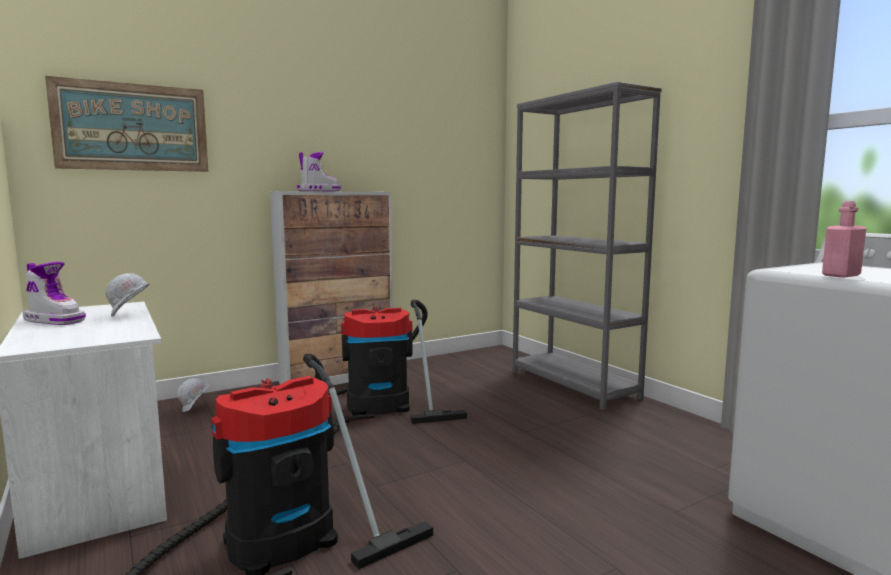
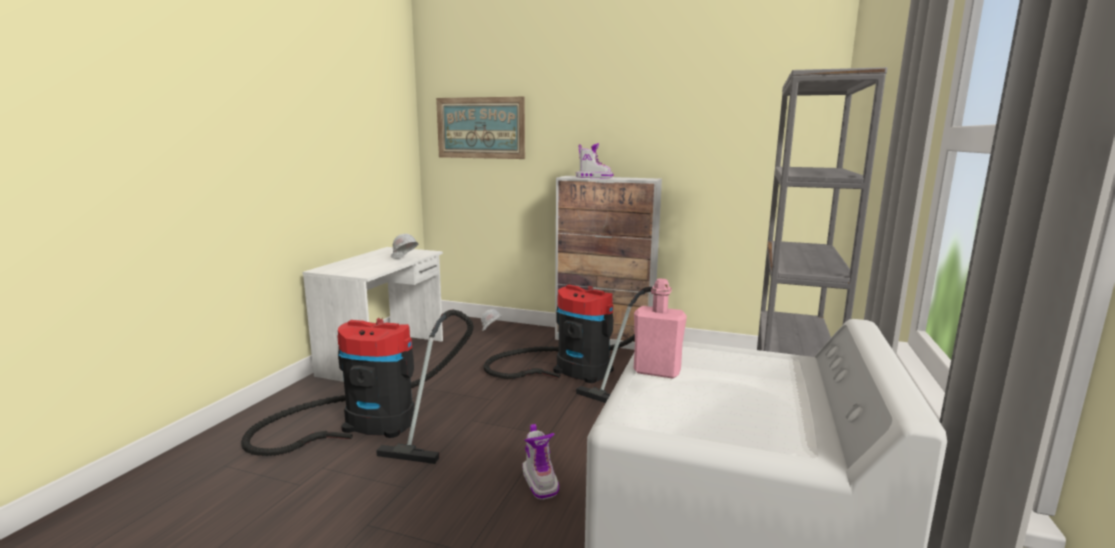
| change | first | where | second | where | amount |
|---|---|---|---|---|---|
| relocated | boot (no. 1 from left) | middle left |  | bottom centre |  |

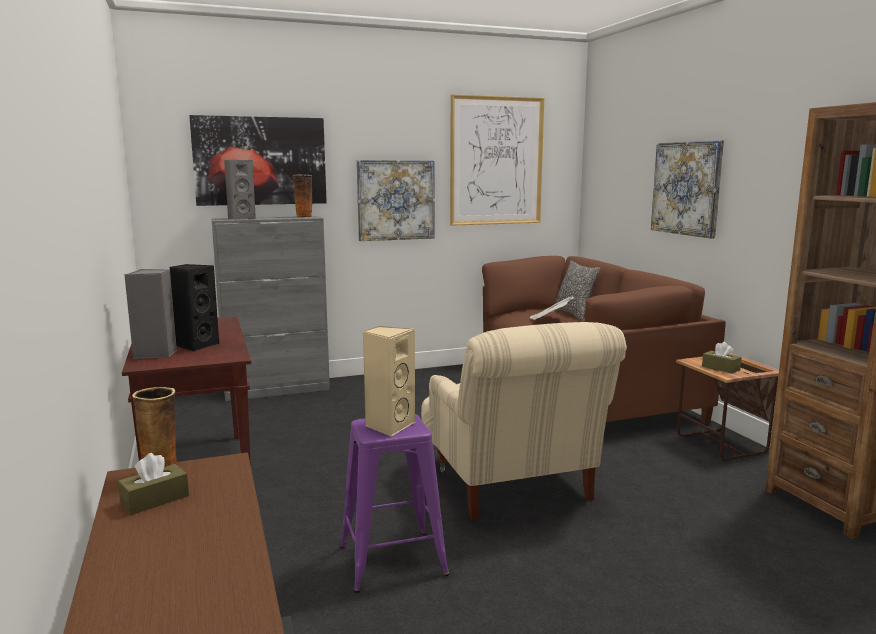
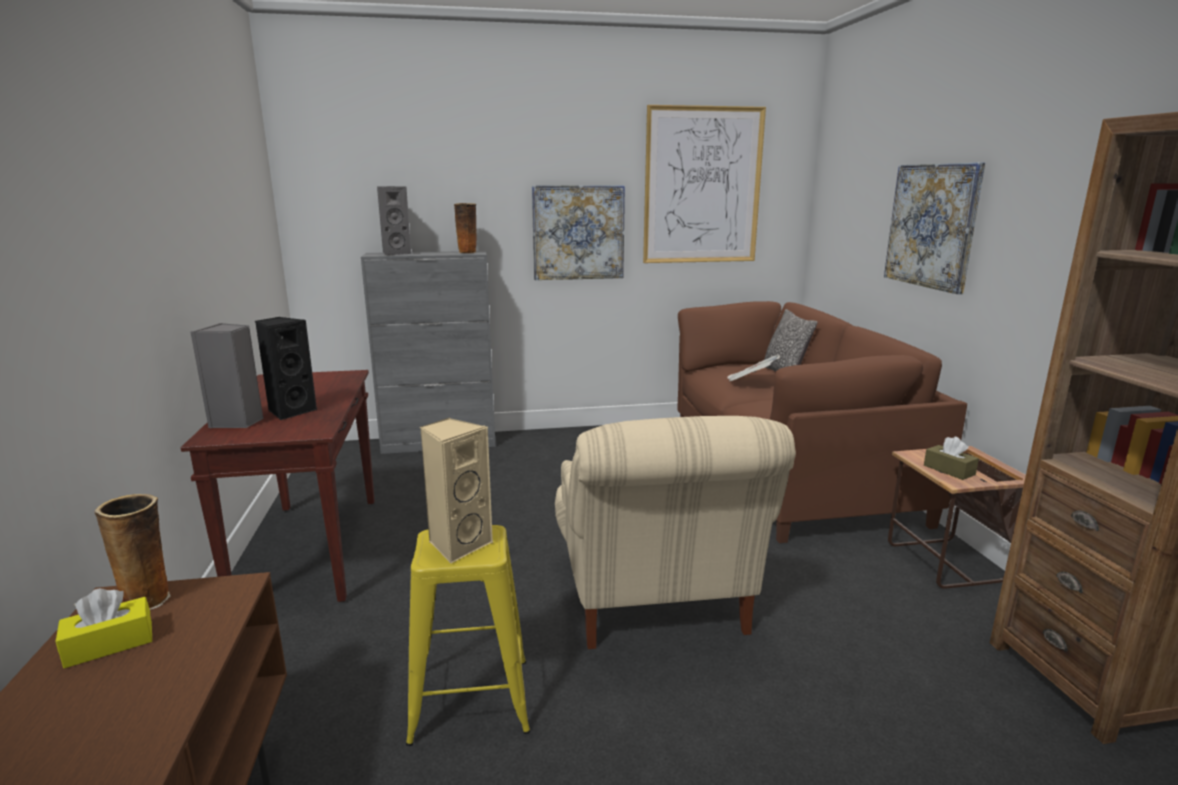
| change | first | where | second | where | amount |
|---|---|---|---|---|---|
| colour | tissue box (brown) (no. 1 from left) | bottom left | tissue box (yellow) | bottom left |  |
| missing | picture (no. 1 from left) | top left |  |  |  |
| colour | stool (purple) | bottom centre | stool (yellow) | bottom centre |  |

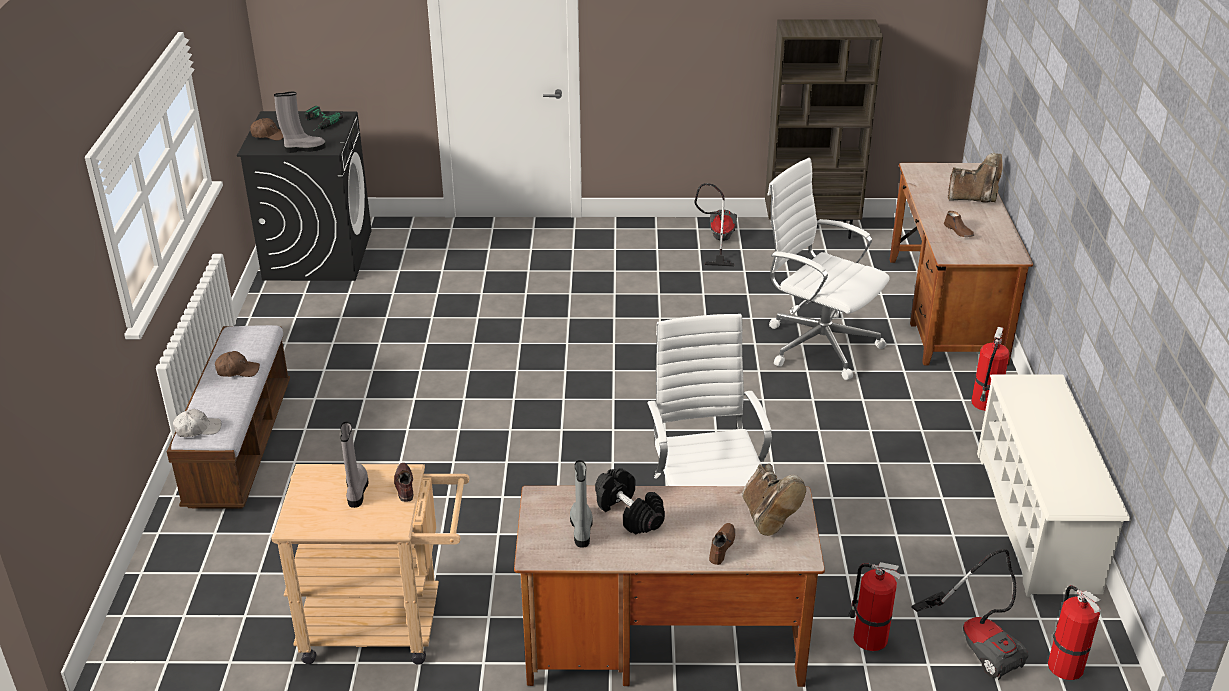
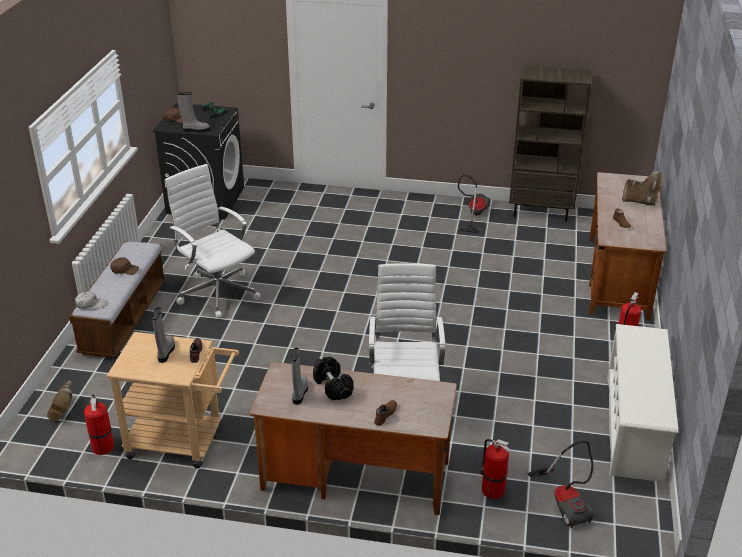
| change | first | where | second | where | amount |
|---|---|---|---|---|---|
| relocated | boot (brown) (no. 1 from left) | bottom centre |  | bottom left |  |
| relocated | office chair (white) (no. 2 from left in the first image) | middle right | office chair (white) (no. 1 from left) | middle left |  |
| relocated | fire extinguisher (no. 3 from left in the first image) | bottom right | fire extinguisher (no. 1 from left) | bottom left |  |

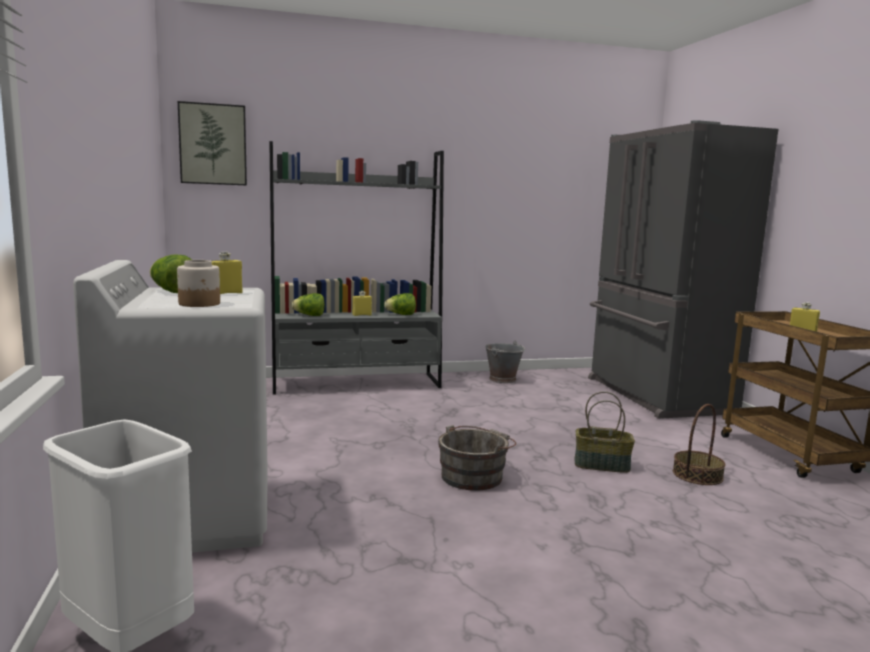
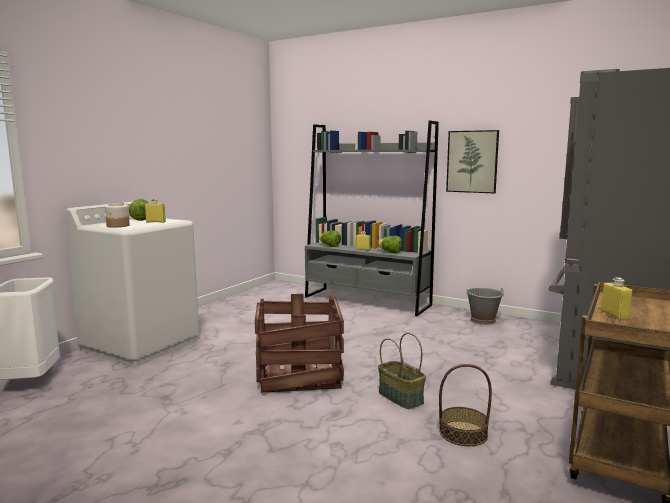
| change | first | where | second | where | amount |
|---|---|---|---|---|---|
| relocated | picture | top left |  | top right |  |
| exchanged | bucket (grey) (no. 1 from left) | bottom centre | crate | bottom centre |  |

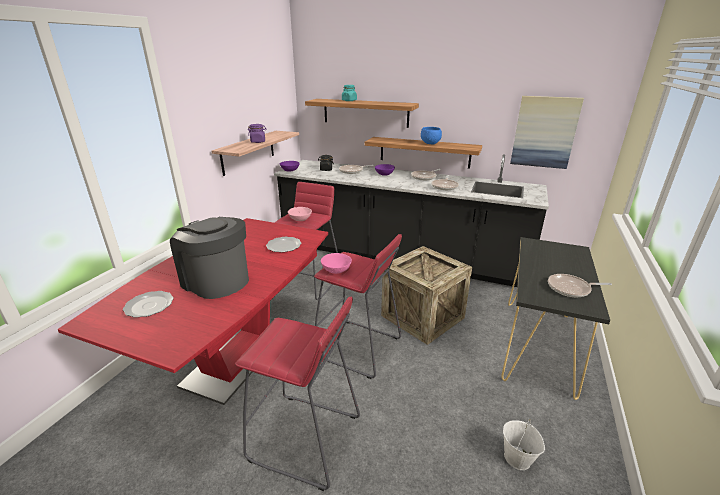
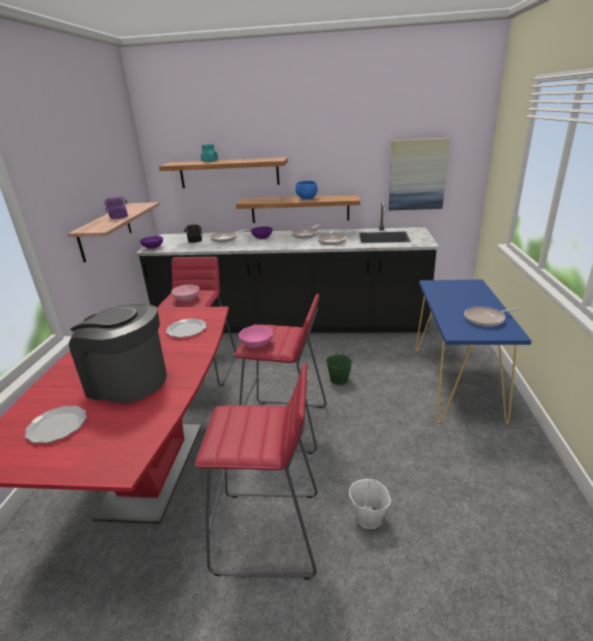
| change | first | where | second | where | amount |
|---|---|---|---|---|---|
| exchanged | crate | centre | bucket (green) | centre |  |
| colour | console table (black) | middle right | console table (blue) | middle right |  |
| relocated | bucket (white) | bottom right |  | bottom centre |  |

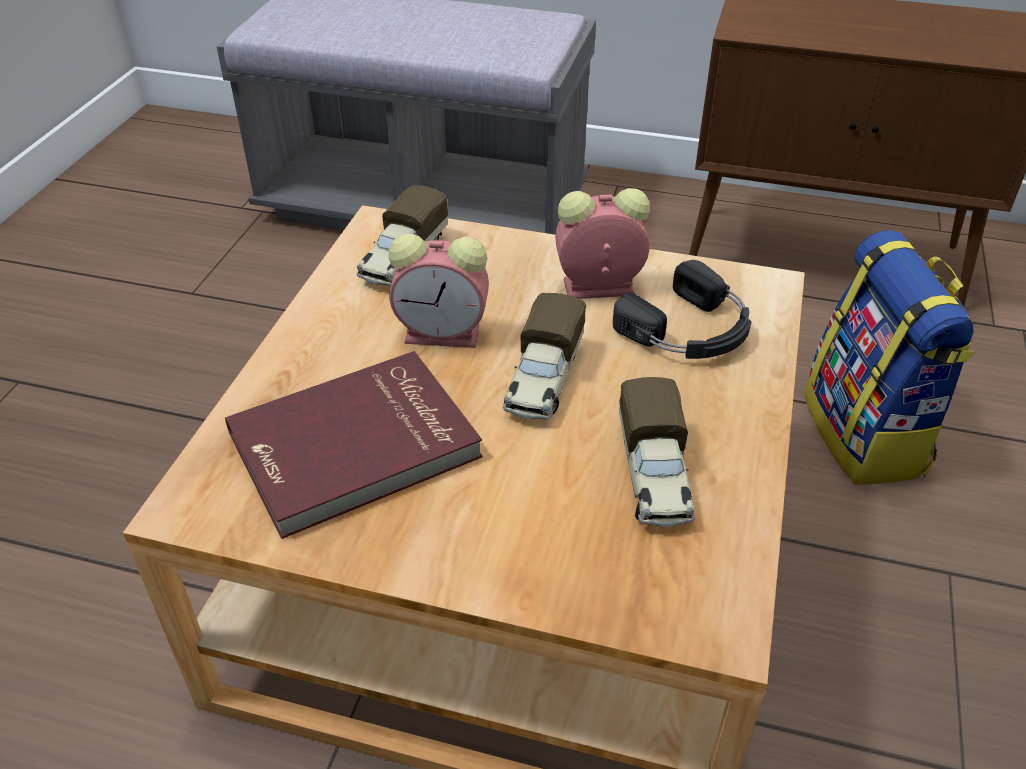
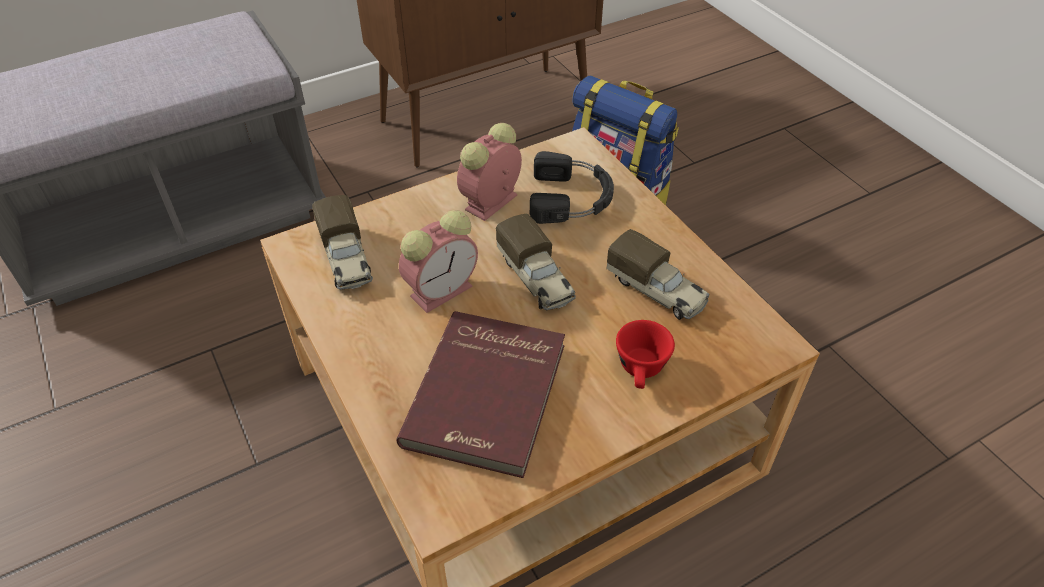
| change | first | where | second | where | amount |
|---|---|---|---|---|---|
| appeared |  |  | cup (red) | centre |  |

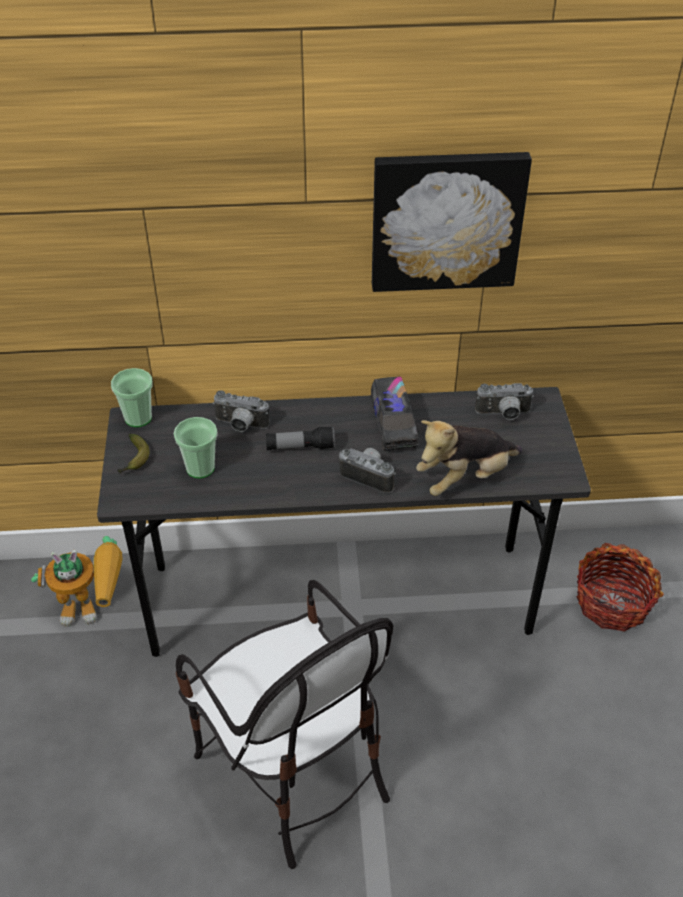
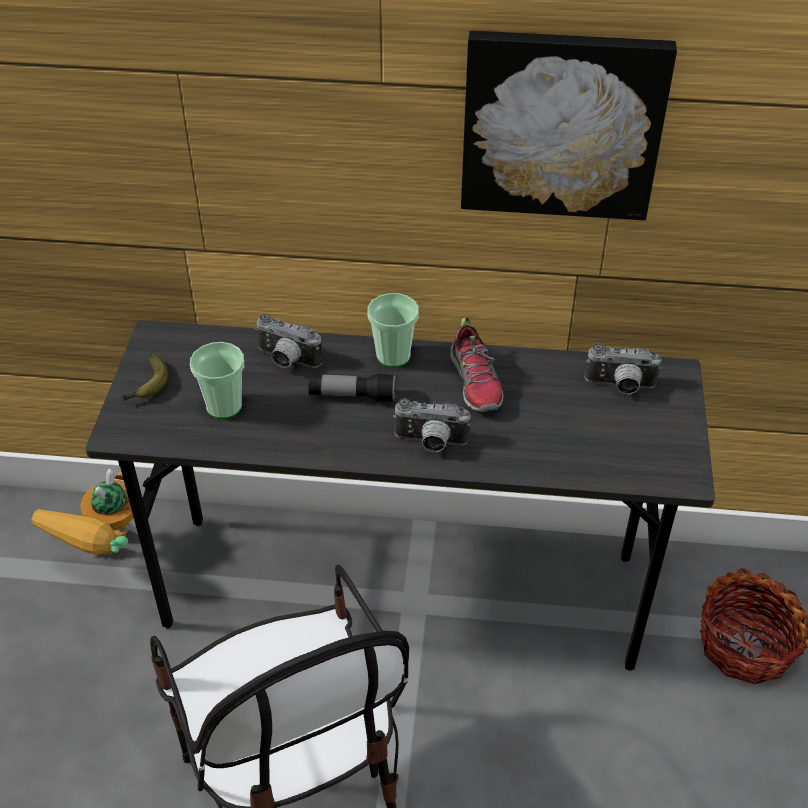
| change | first | where | second | where | amount |
|---|---|---|---|---|---|
| spun | toy robot | middle left |  | middle left | 105 degrees clockwise |
| relocated | cup (no. 1 from left in the first image) | middle left | cup (no. 2 from left) | centre |  |
| spun | photo camera (no. 2 from left) | centre |  | centre | 150 degrees clockwise |
| exchanged | toy truck | centre | shoe | centre |  |
| missing | plush toy | middle right |  |  |  |

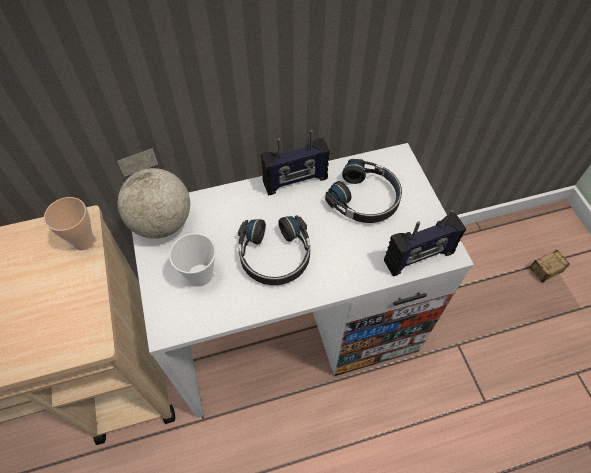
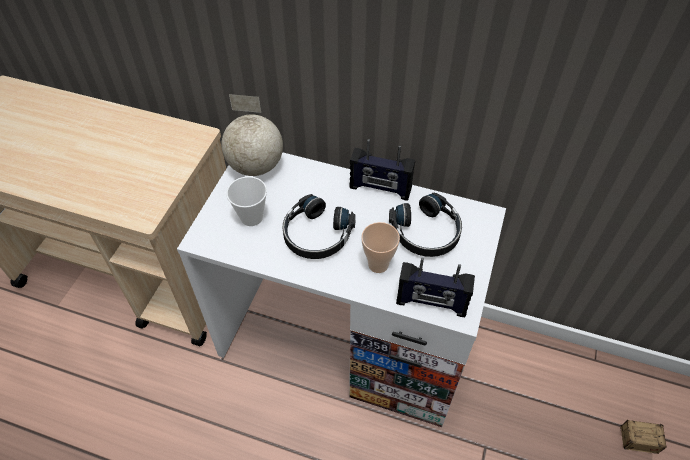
| change | first | where | second | where | amount |
|---|---|---|---|---|---|
| relocated | cup (no. 1 from left in the first image) | middle left | cup (no. 2 from left) | centre |  |

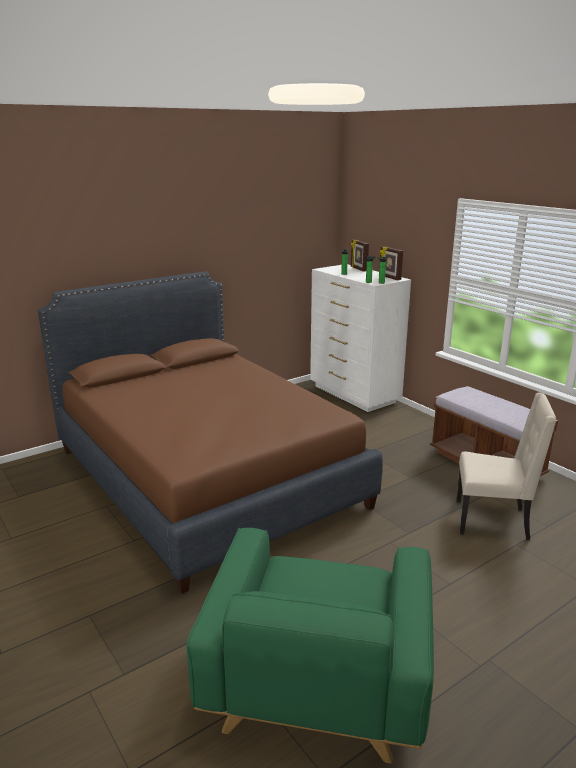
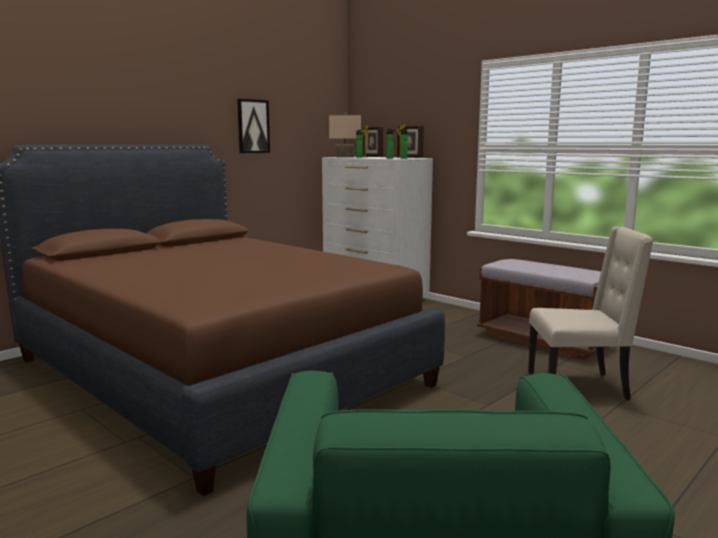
| change | first | where | second | where | amount |
|---|---|---|---|---|---|
| appeared |  |  | picture | top centre |  |
| appeared |  |  | table lamp (beige) | top centre |  |

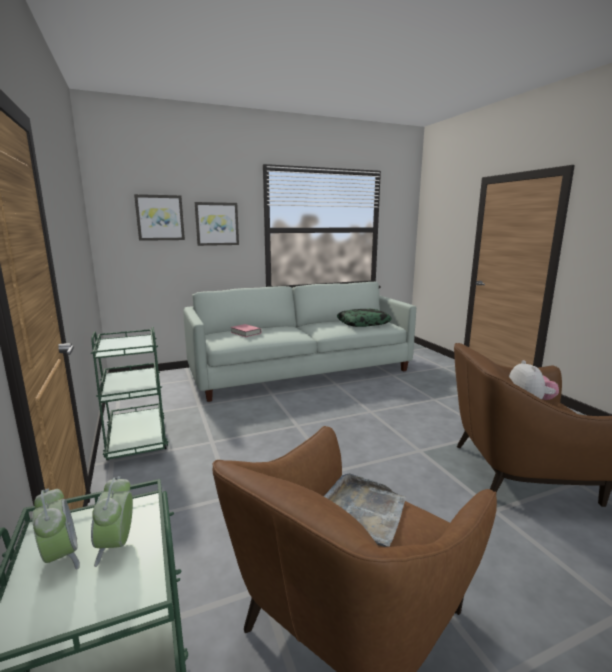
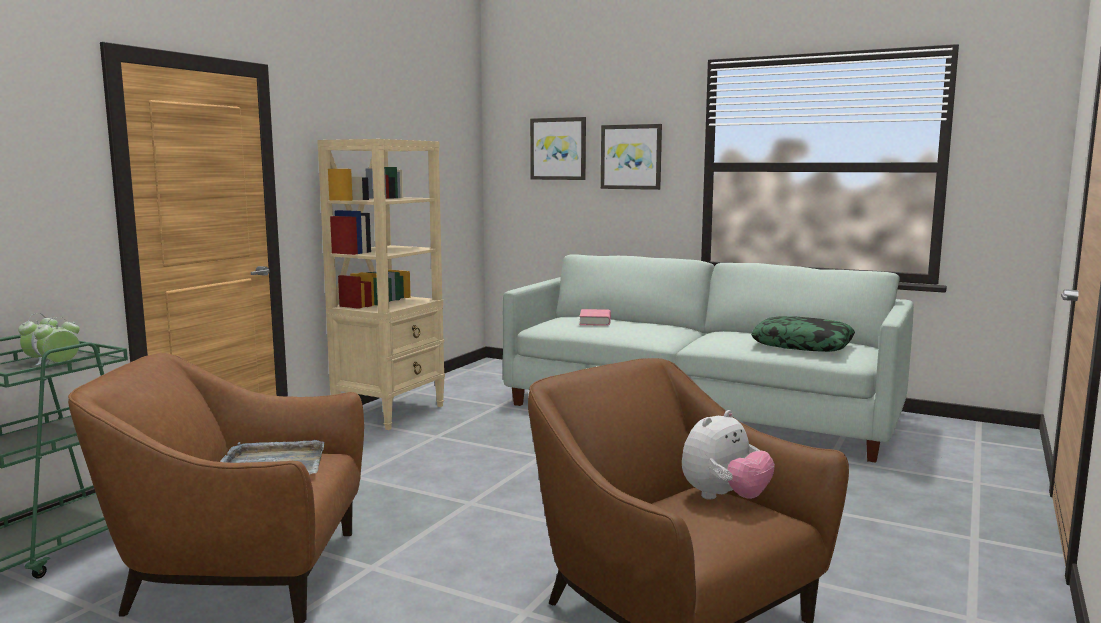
| change | first | where | second | where | amount |
|---|---|---|---|---|---|
| exchanged | cart (green) (no. 2 from left) | middle left | bookcase (beige) | centre |  |

